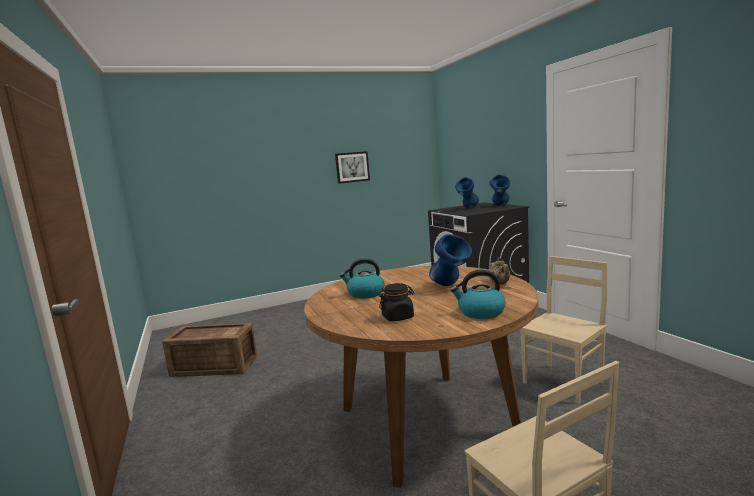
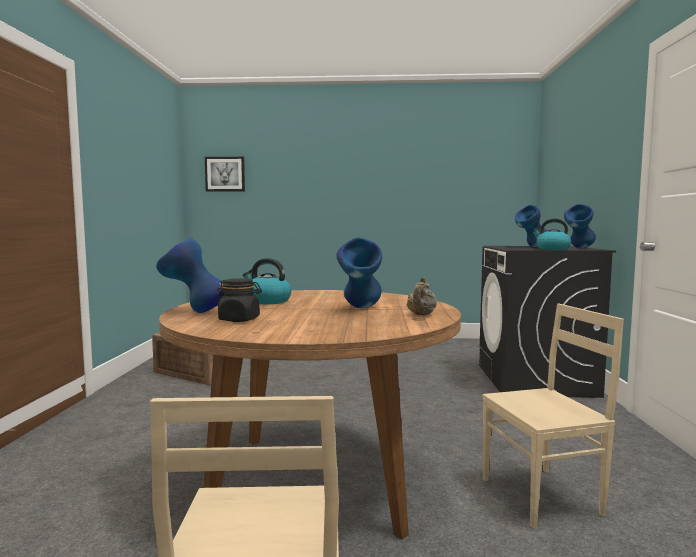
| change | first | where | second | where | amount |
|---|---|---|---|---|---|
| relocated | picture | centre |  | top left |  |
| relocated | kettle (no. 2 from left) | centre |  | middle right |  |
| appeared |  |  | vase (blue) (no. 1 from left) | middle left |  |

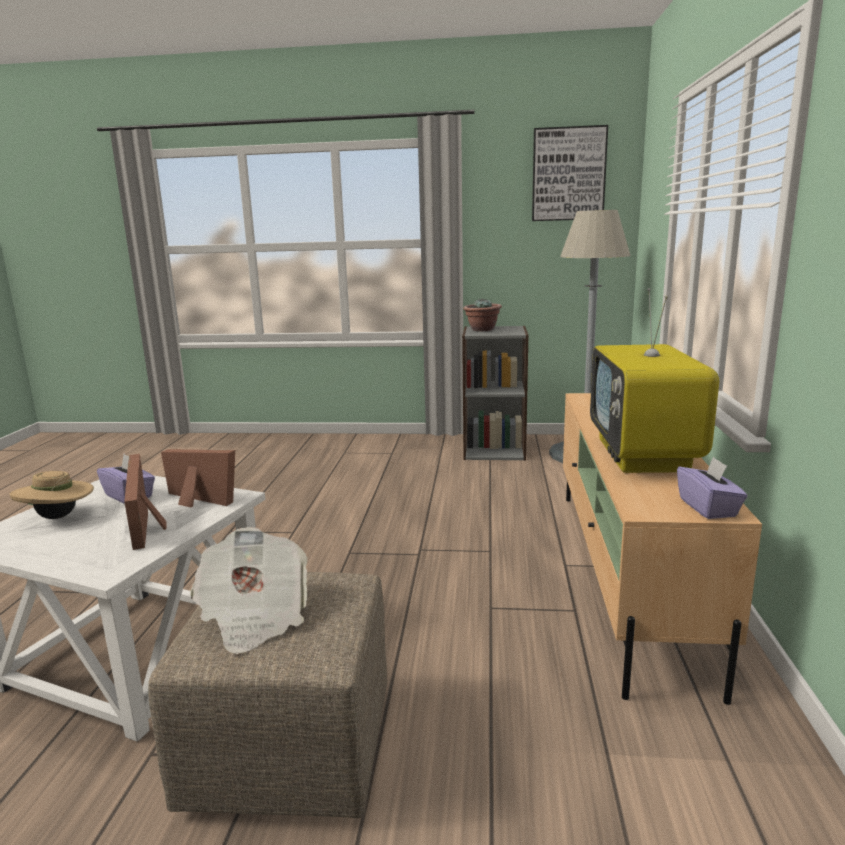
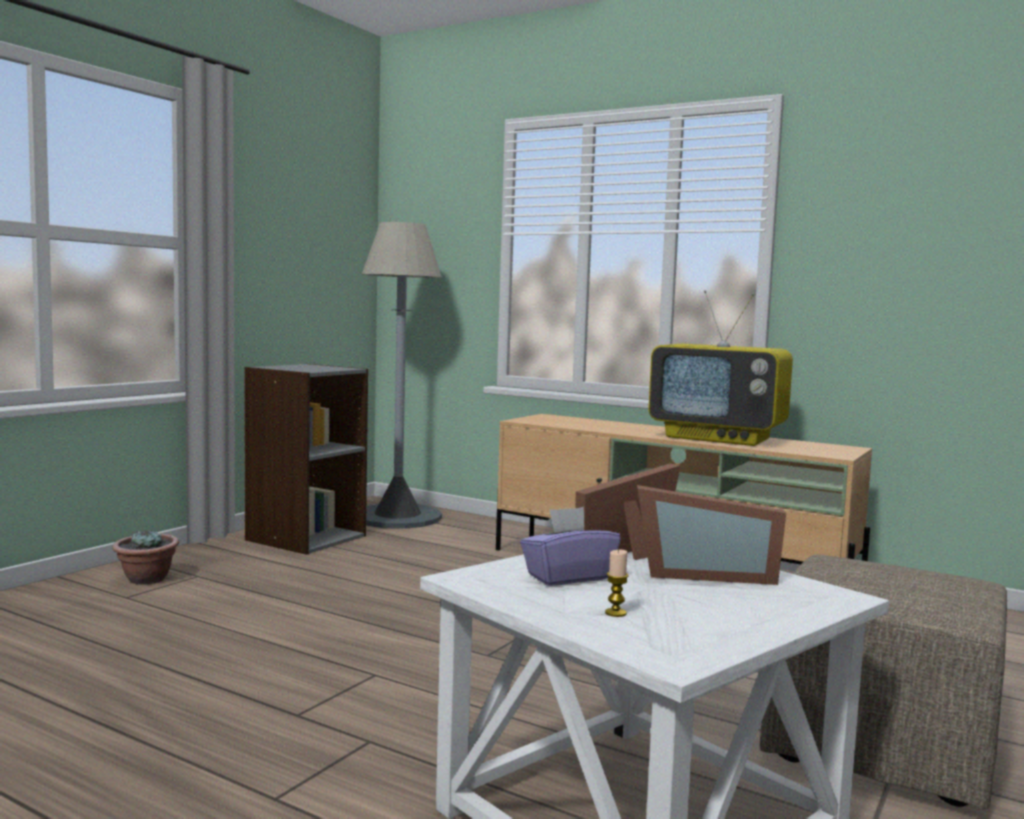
| change | first | where | second | where | amount |
|---|---|---|---|---|---|
| exchanged | hat (beige) | middle left | candle | bottom centre |  |
| missing | newspaper | bottom left |  |  |  |
| relocated | potted plant | centre |  | bottom left |  |
| missing | picture | top right |  |  |  |
| missing | tissue box (purple) (no. 2 from left) | middle right |  |  |  |

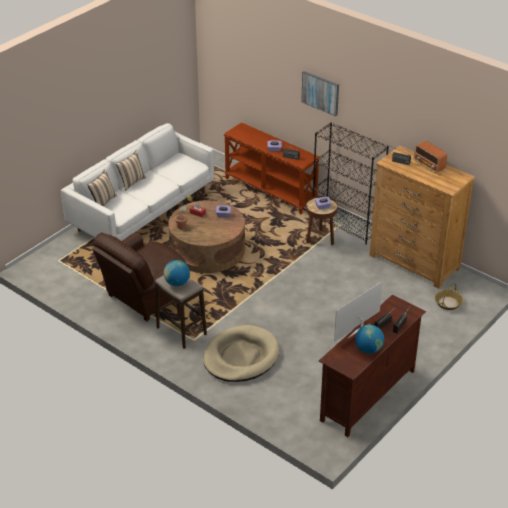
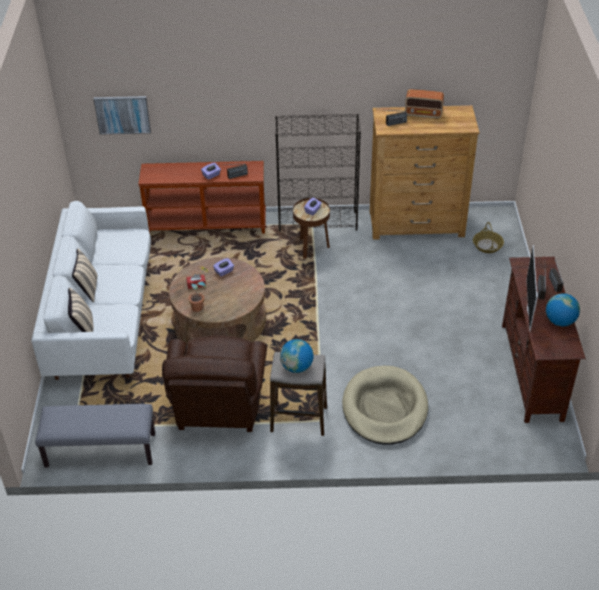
| change | first | where | second | where | amount |
|---|---|---|---|---|---|
| relocated | picture | top centre |  | top left |  |
| appeared |  |  | bench (grey) | bottom left |  |

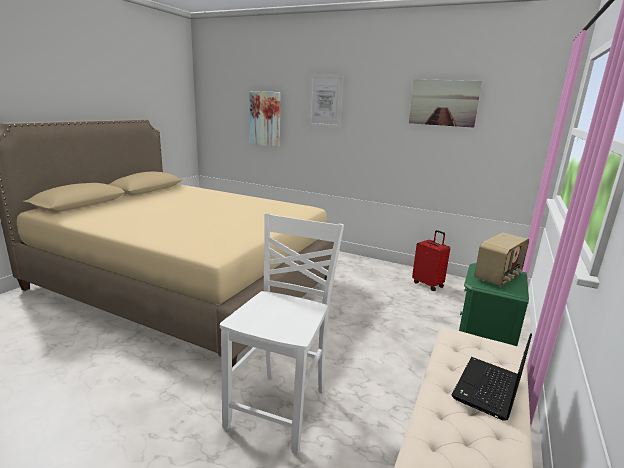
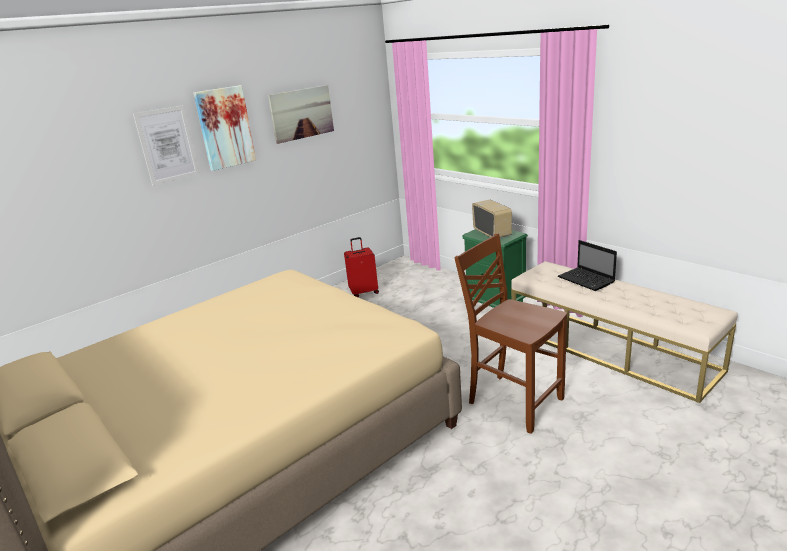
| change | first | where | second | where | amount |
|---|---|---|---|---|---|
| colour | chair (white) | bottom centre | chair (brown) | centre |  |
| relocated | picture (no. 1 from left in the first image) | top centre | picture (no. 2 from left) | top left |  |

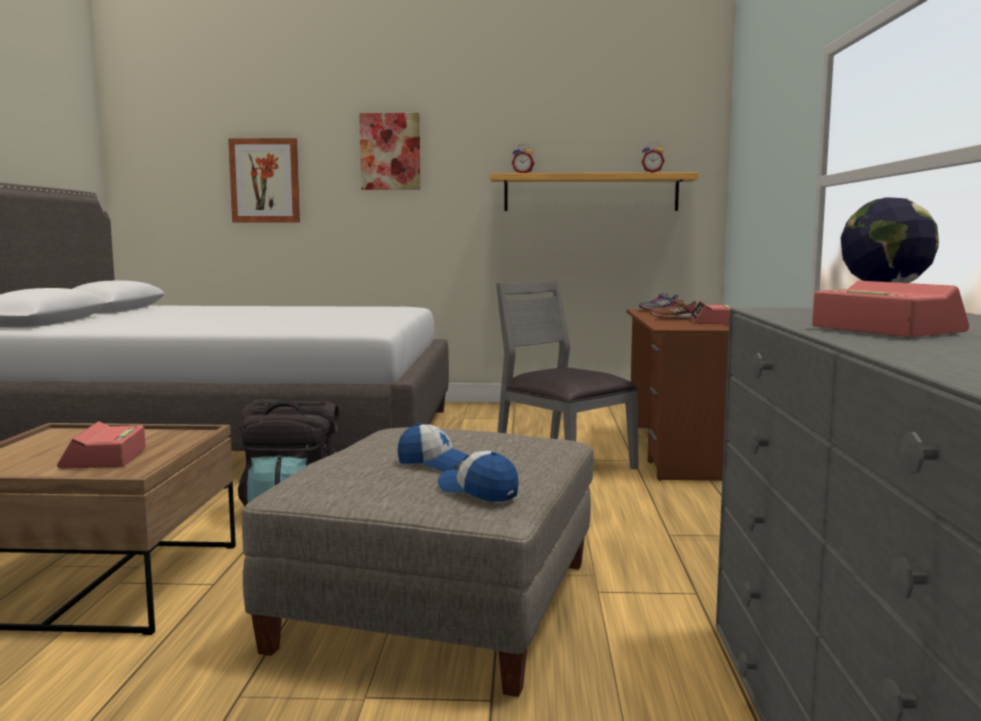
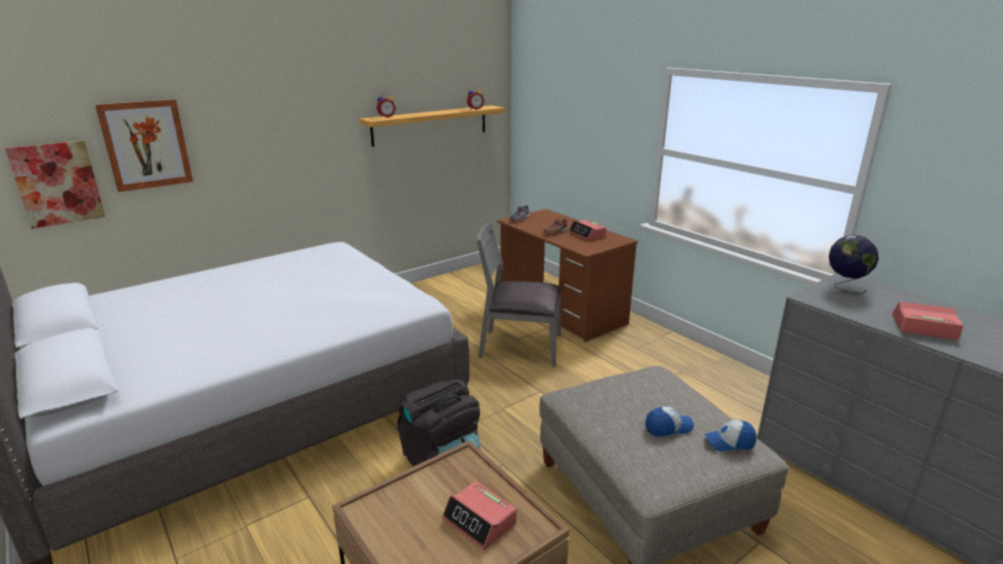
| change | first | where | second | where | amount |
|---|---|---|---|---|---|
| relocated | picture (no. 2 from left in the first image) | top centre | picture (no. 1 from left) | top left |  |

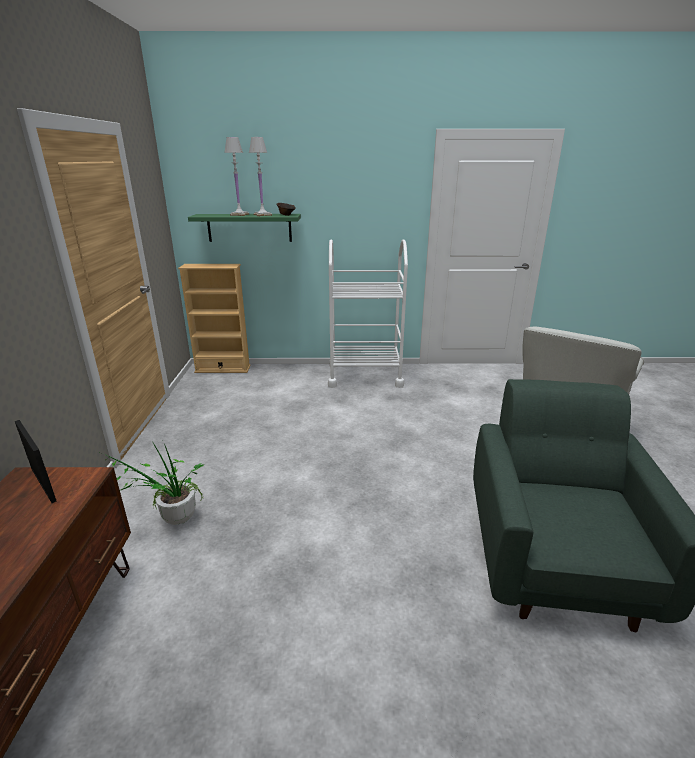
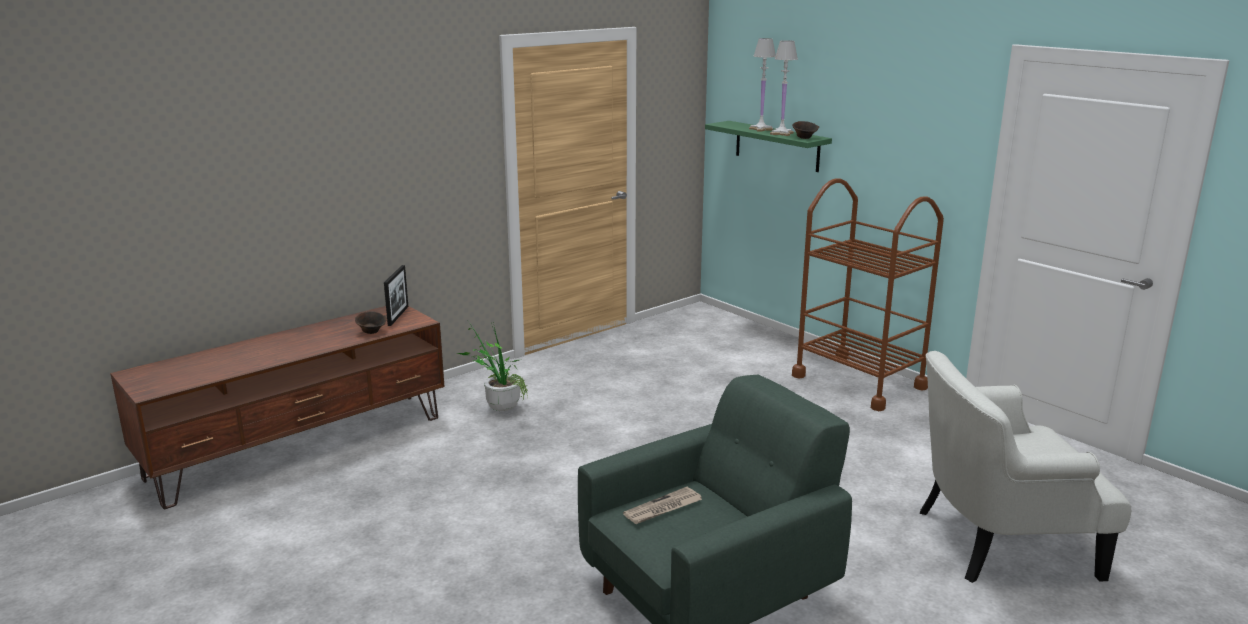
| change | first | where | second | where | amount |
|---|---|---|---|---|---|
| missing | bookcase (beige) | middle left |  |  |  |
| colour | cart (white) | centre | cart (brown) | middle right |  |
| appeared |  |  | bowl (brown) (no. 1 from left) | middle left |  |
| appeared |  |  | newspaper | bottom centre |  |

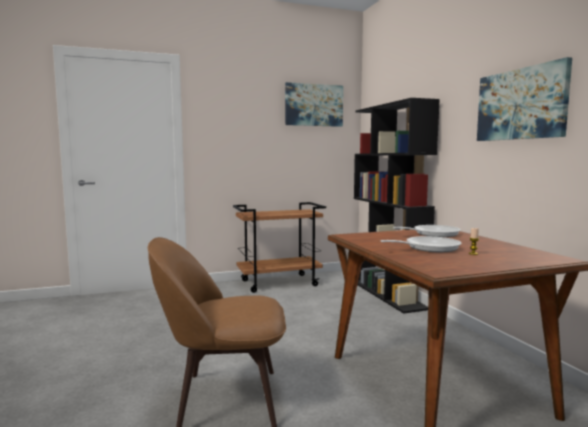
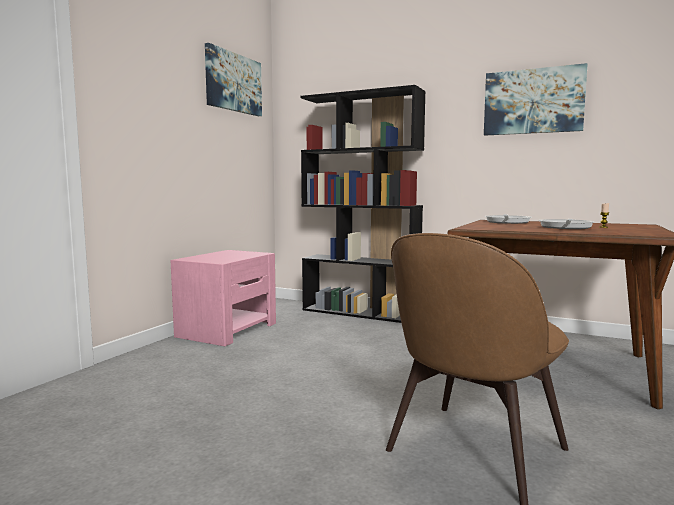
| change | first | where | second | where | amount |
|---|---|---|---|---|---|
| exchanged | cart (brown) | centre | nightstand (pink) | middle left |  |

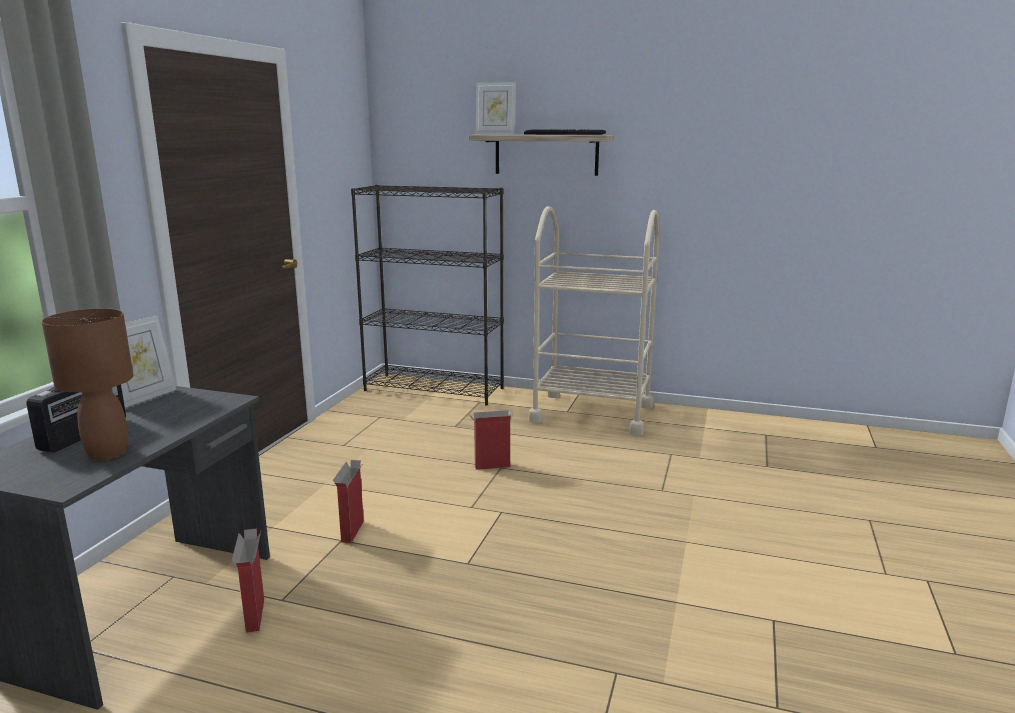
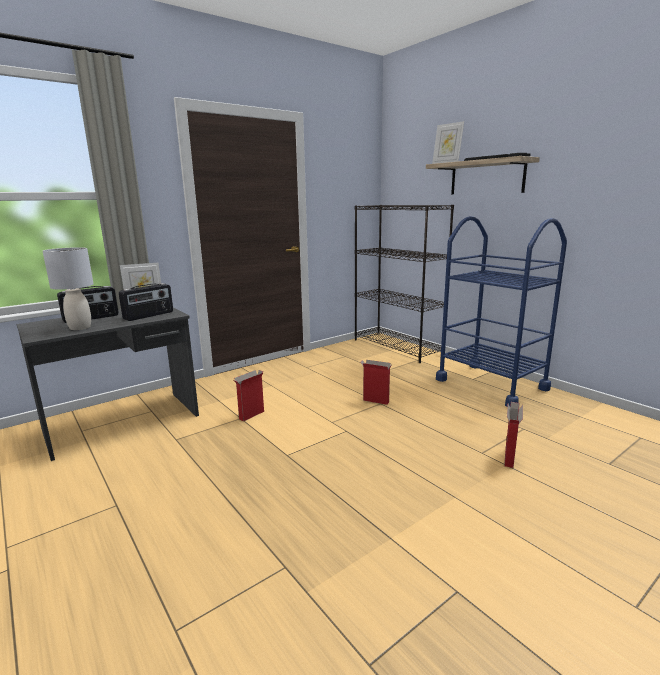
| change | first | where | second | where | amount |
|---|---|---|---|---|---|
| colour | table lamp (brown) | middle left | table lamp (grey) | middle left |  |
| relocated | cardboard box (no. 1 from left in the first image) | bottom left | cardboard box (no. 3 from left) | middle right |  |
| colour | cart (beige) | centre | cart (blue) | middle right |  |
| appeared |  |  | radio (no. 2 from left) | middle left |  |

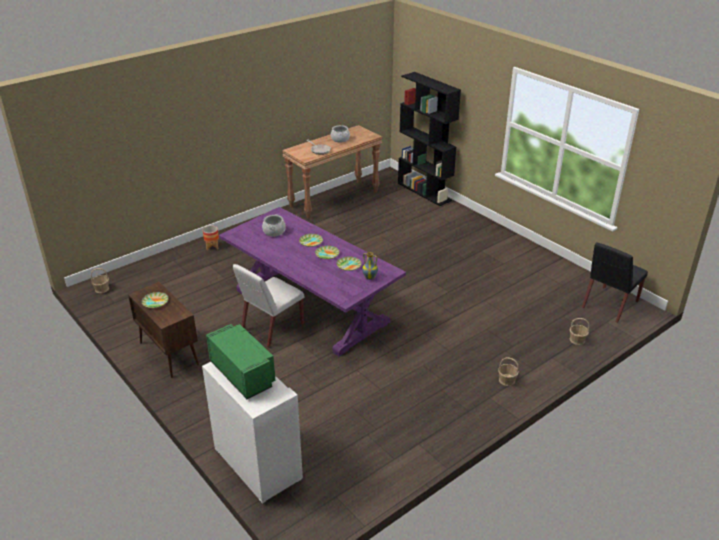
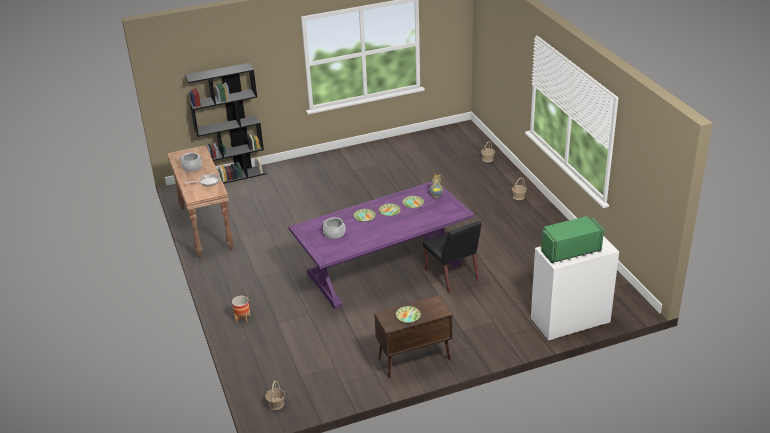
| change | first | where | second | where | amount |
|---|---|---|---|---|---|
| missing | chair (white) | centre |  |  |  |
| relocated | chair (black) | middle right |  | centre |  |

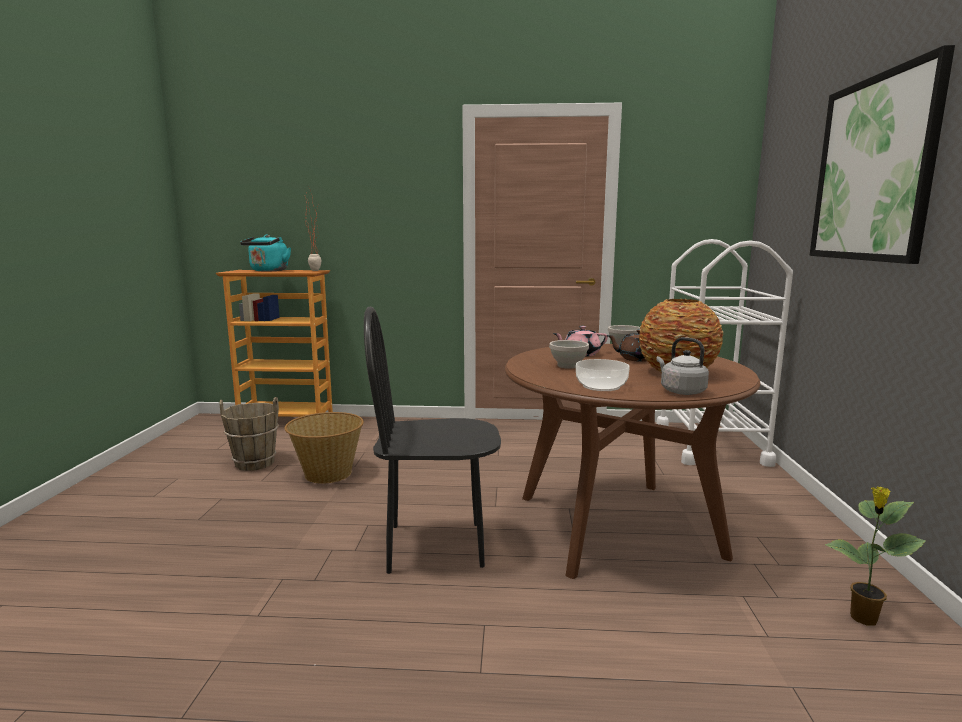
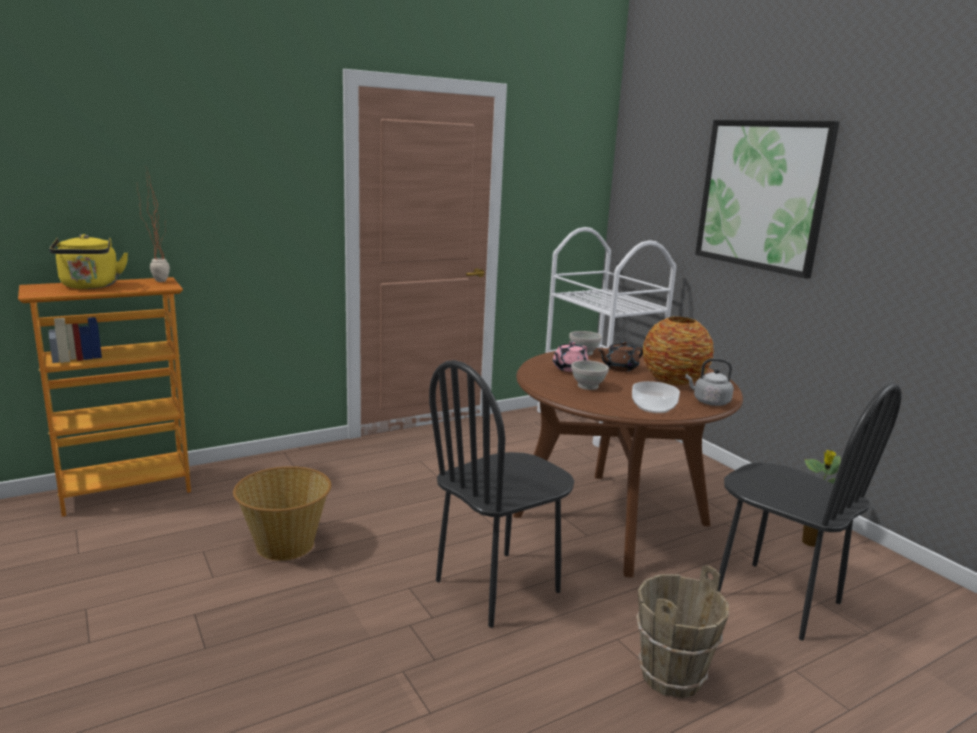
| change | first | where | second | where | amount |
|---|---|---|---|---|---|
| relocated | bucket (brown) | middle left |  | bottom right |  |
| colour | kettle (turquoise) | middle left | kettle (yellow) | middle left |  |
| appeared |  |  | chair (black) (no. 2 from left) | bottom right |  |

